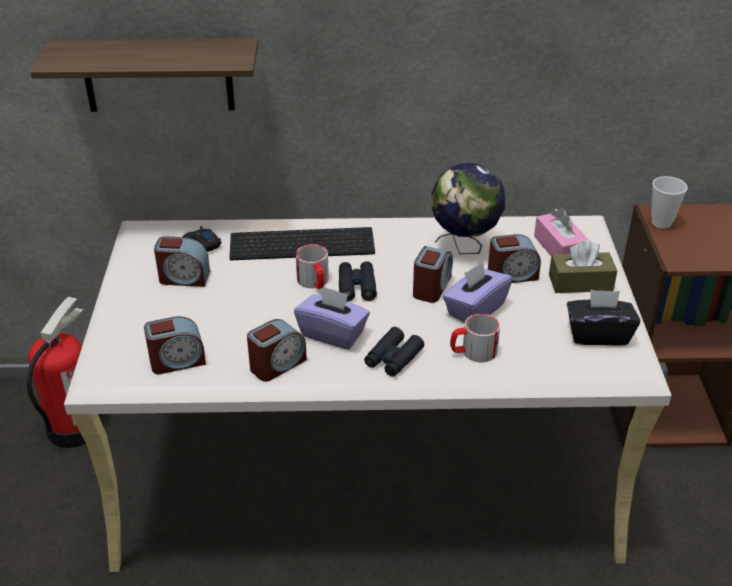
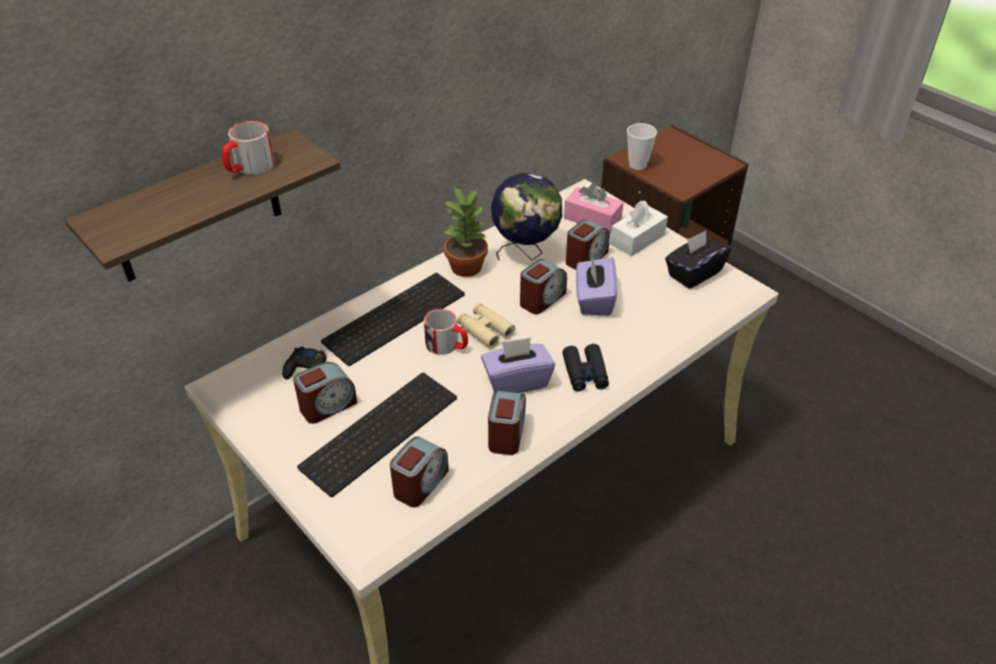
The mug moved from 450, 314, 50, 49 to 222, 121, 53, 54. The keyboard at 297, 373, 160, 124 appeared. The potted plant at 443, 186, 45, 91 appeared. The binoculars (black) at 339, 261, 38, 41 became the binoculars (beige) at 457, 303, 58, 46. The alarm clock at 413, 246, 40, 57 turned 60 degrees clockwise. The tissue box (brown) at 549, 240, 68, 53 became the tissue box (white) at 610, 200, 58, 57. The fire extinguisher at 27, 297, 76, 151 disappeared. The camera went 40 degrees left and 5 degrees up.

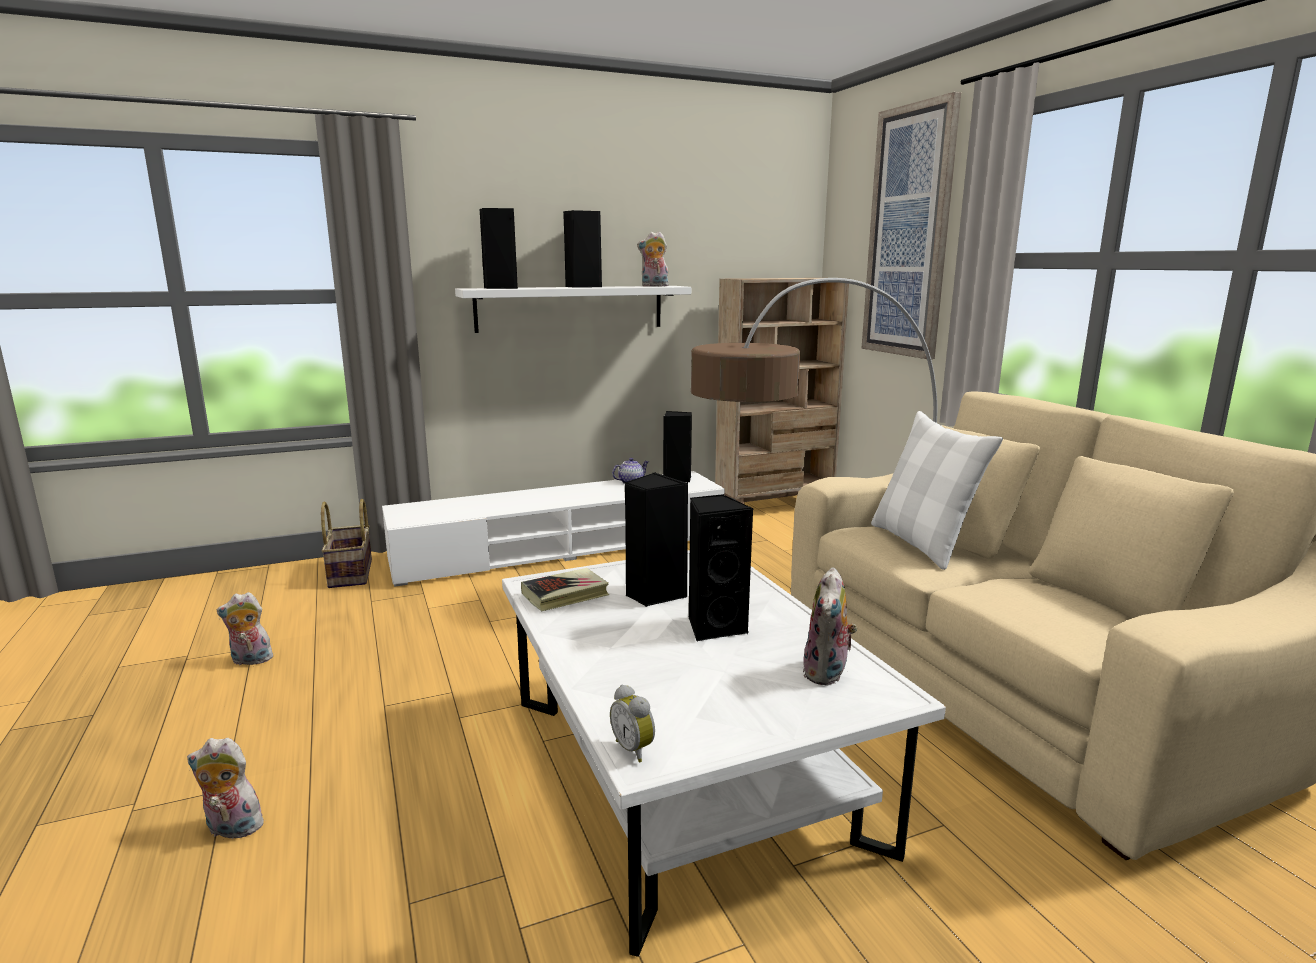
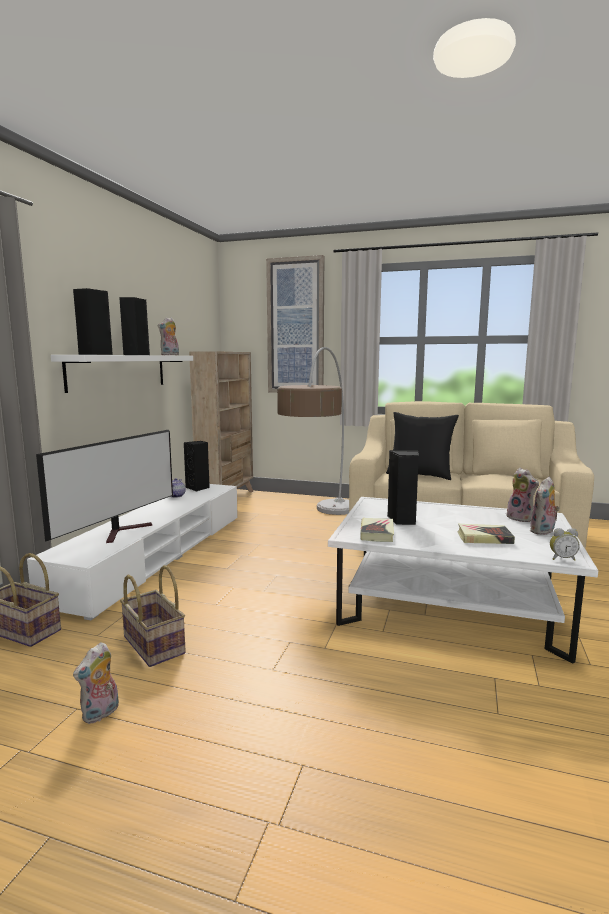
The television at 36, 430, 137, 113 appeared. The basket at 120, 565, 66, 102 appeared. The pillow (white) at 871, 411, 132, 159 became the pillow (black) at 386, 412, 73, 68. The book at 457, 524, 58, 20 appeared. The plush toy moved from 187, 738, 81, 101 to 530, 477, 30, 58. The speaker (black) at 689, 494, 64, 148 disappeared. The camera went 50 degrees left and 5 degrees down.

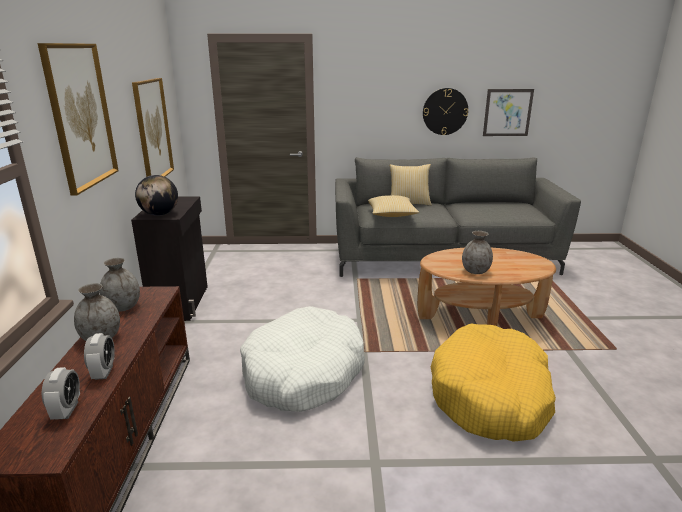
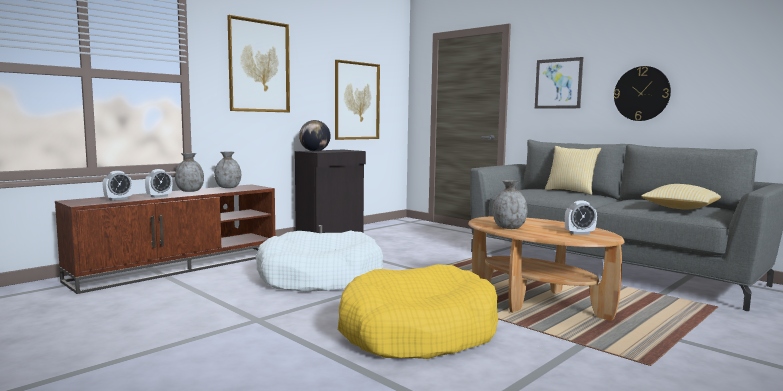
The picture moved from 483, 89, 51, 47 to 535, 57, 48, 52. The alarm clock at 565, 200, 32, 35 appeared. The pillow moved from 368, 195, 51, 22 to 641, 184, 80, 25. The camera went 45 degrees right and 15 degrees down.

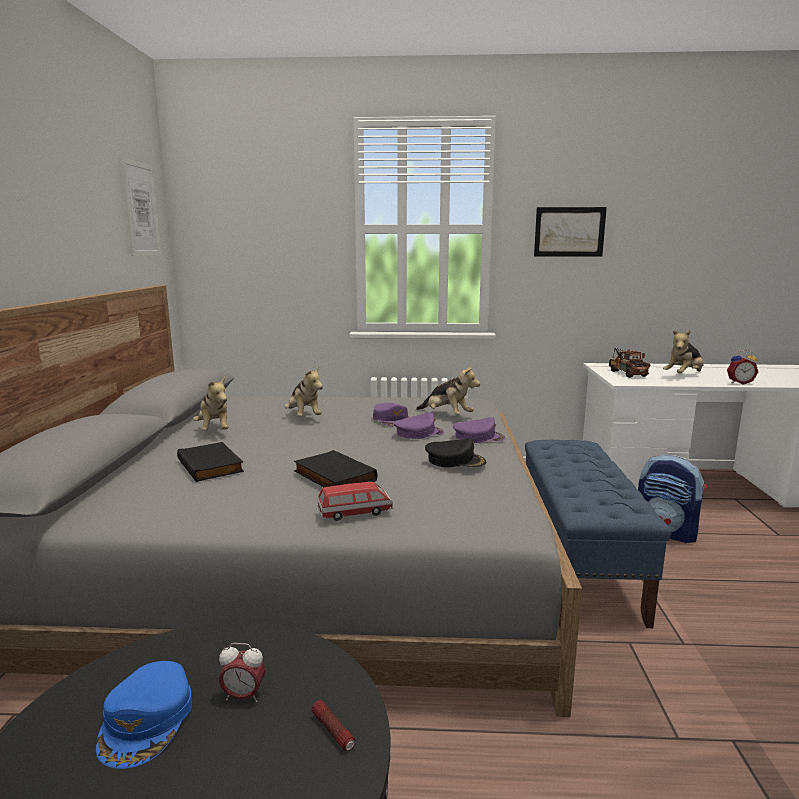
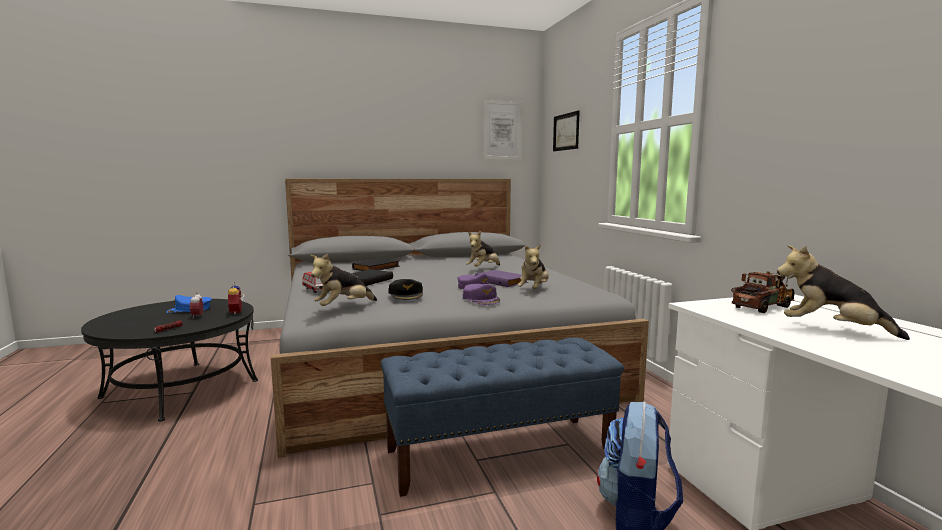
The alarm clock moved from 727, 350, 31, 35 to 228, 281, 17, 34. The plush toy moved from 193, 377, 35, 54 to 310, 253, 67, 53. The cap (purple) at 373, 403, 36, 24 was replaced by the book (purple) at 475, 270, 53, 17. The picture moved from 534, 207, 73, 49 to 553, 110, 27, 41. The camera went 70 degrees right and 5 degrees down.

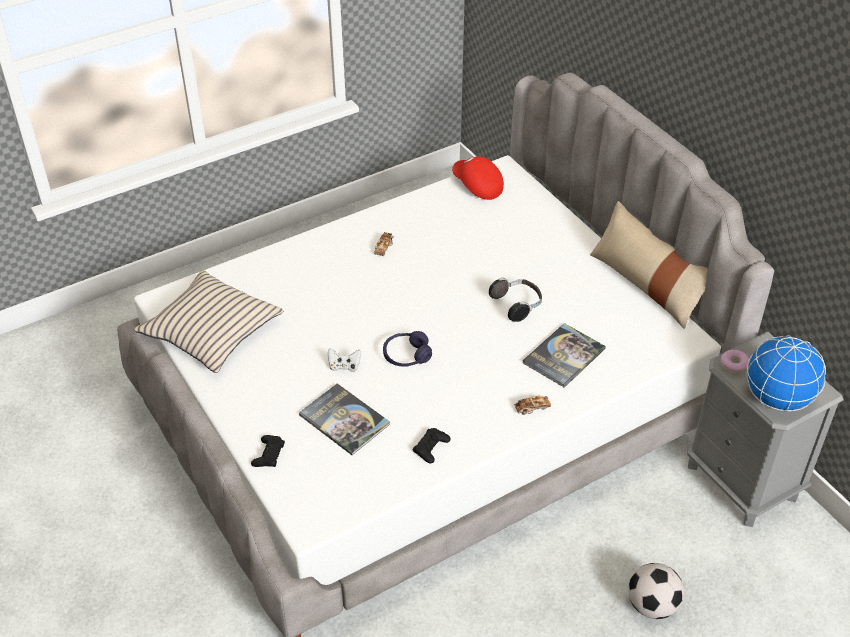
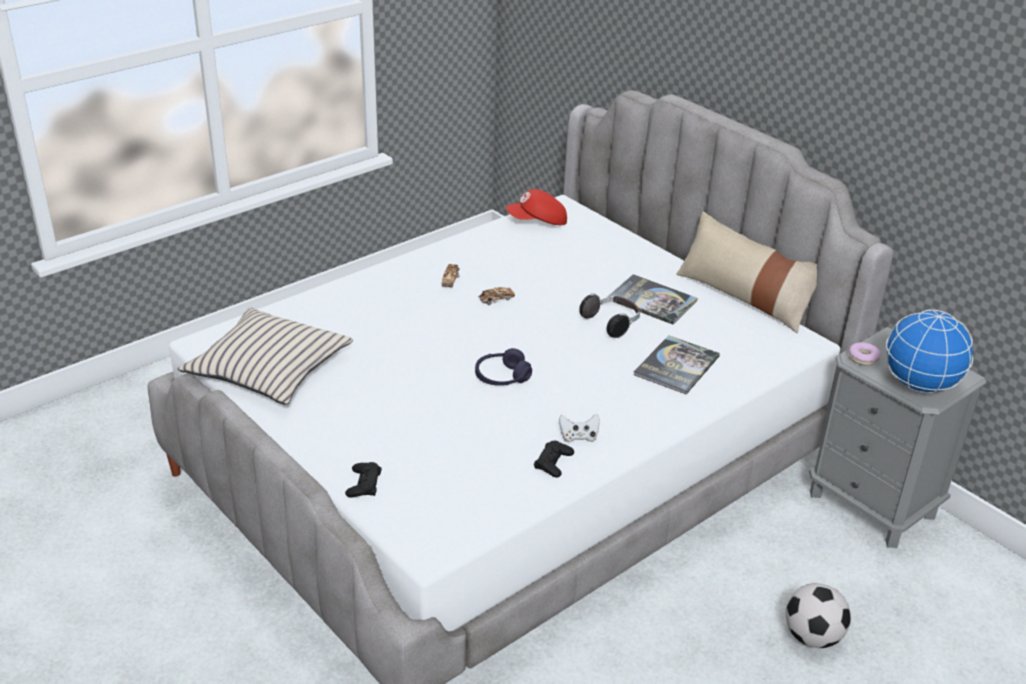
The toy car moved from 514, 396, 37, 19 to 478, 287, 37, 18. The cap (red) at 452, 156, 52, 44 turned 45 degrees counterclockwise. The game controller (white) moved from 328, 348, 33, 24 to 559, 414, 41, 28. The book moved from 299, 383, 91, 72 to 608, 274, 90, 51. The camera went 10 degrees left and 10 degrees down.

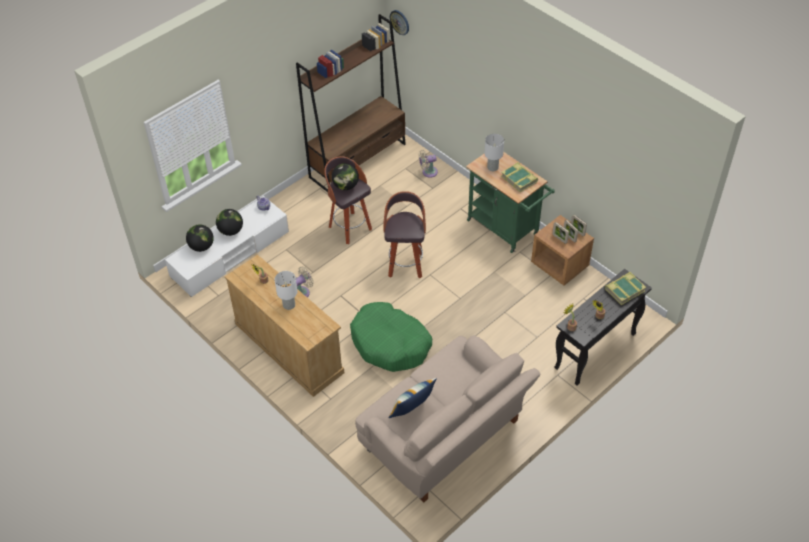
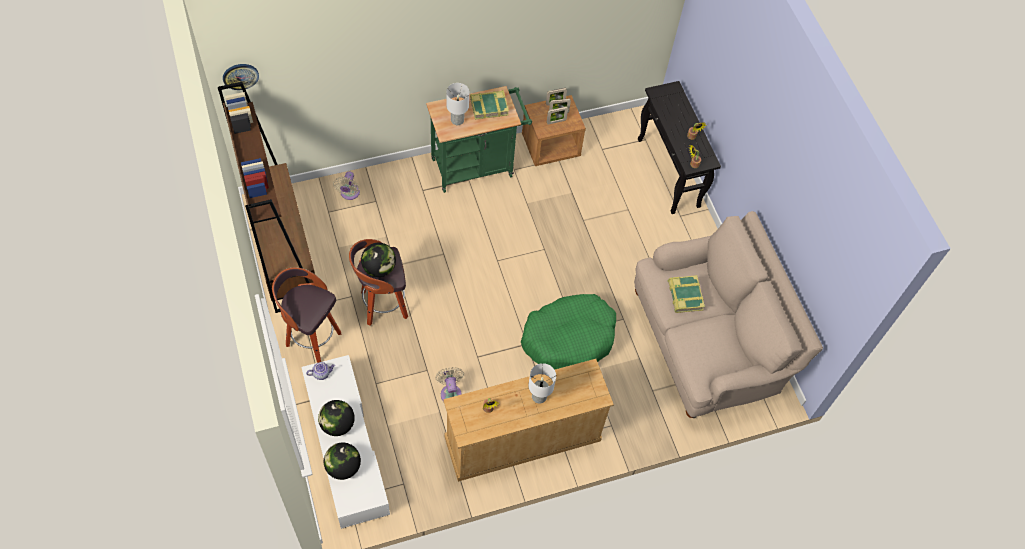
The stool moved from 383, 191, 43, 87 to 272, 267, 70, 96. The book moved from 605, 272, 41, 33 to 668, 275, 37, 38. The pillow at 389, 378, 48, 40 disappeared. The camera went 70 degrees left and 10 degrees up.

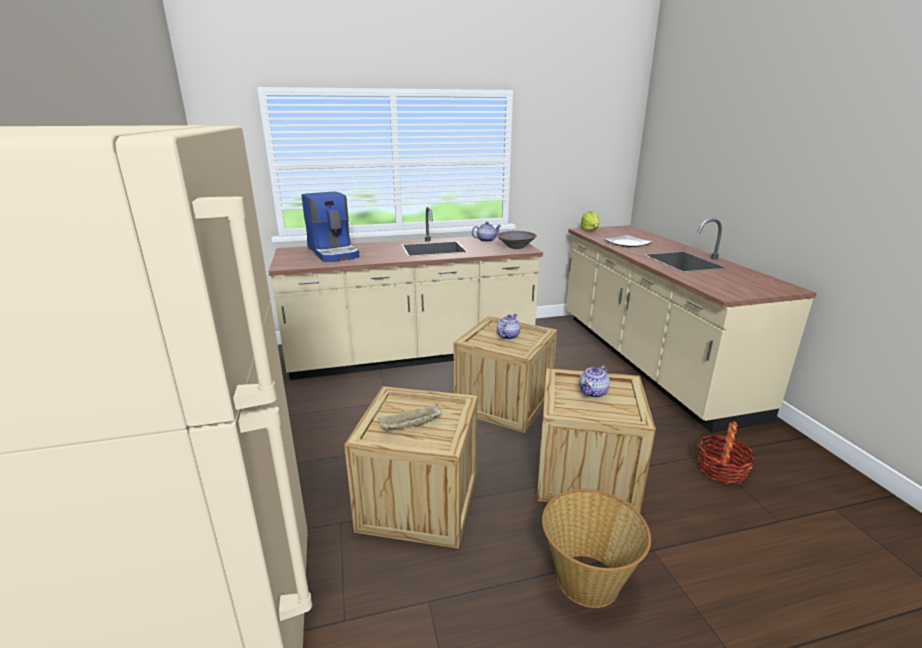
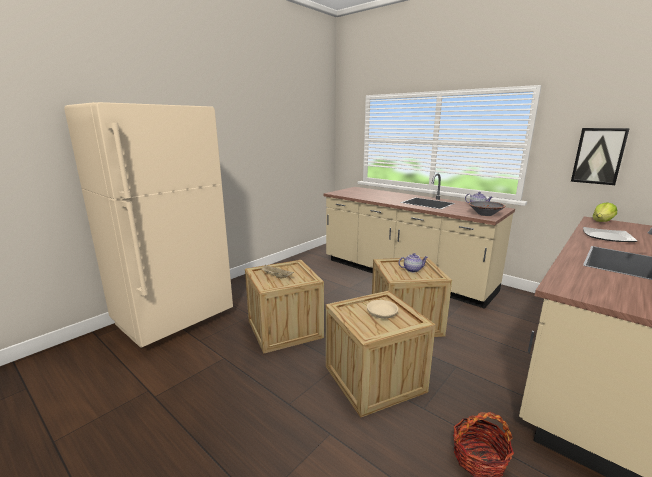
The teapot at 579, 365, 31, 33 was replaced by the bowl (beige) at 367, 300, 31, 19. The picture at 571, 128, 59, 57 appeared. The coffee machine at 302, 191, 57, 71 disappeared. The basket at 542, 489, 109, 119 disappeared. The camera went 55 degrees right and 5 degrees down.

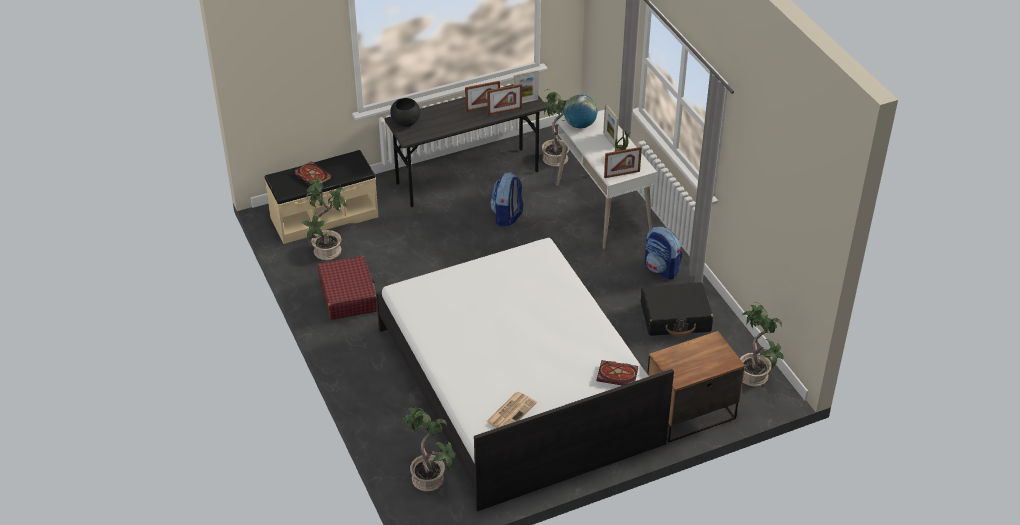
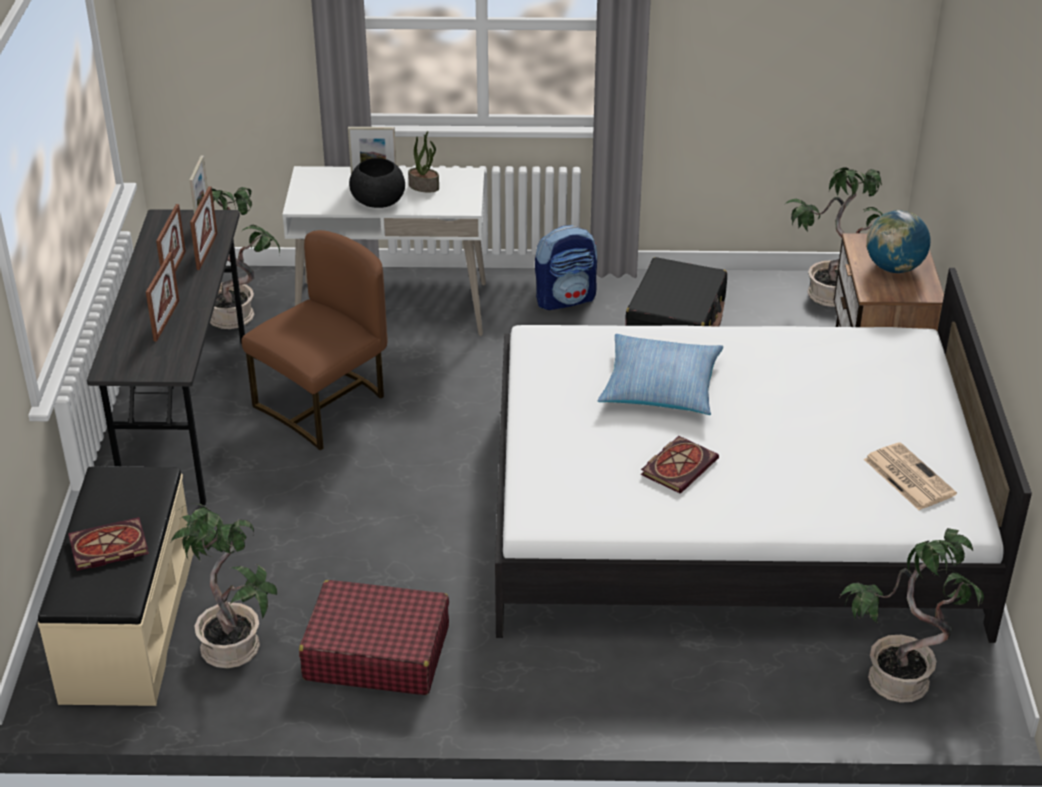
The picture frame moved from 604, 147, 38, 31 to 146, 252, 33, 90. The backpack at 490, 172, 33, 54 was replaced by the chair (brown) at 242, 230, 145, 220. The bowl (black) moved from 390, 98, 30, 29 to 349, 158, 56, 50. The pillow at 598, 334, 125, 81 appeared. The book moved from 597, 360, 41, 26 to 641, 436, 78, 58. The globe moved from 564, 95, 34, 33 to 866, 210, 64, 63. The camera went 65 degrees left and 5 degrees down.

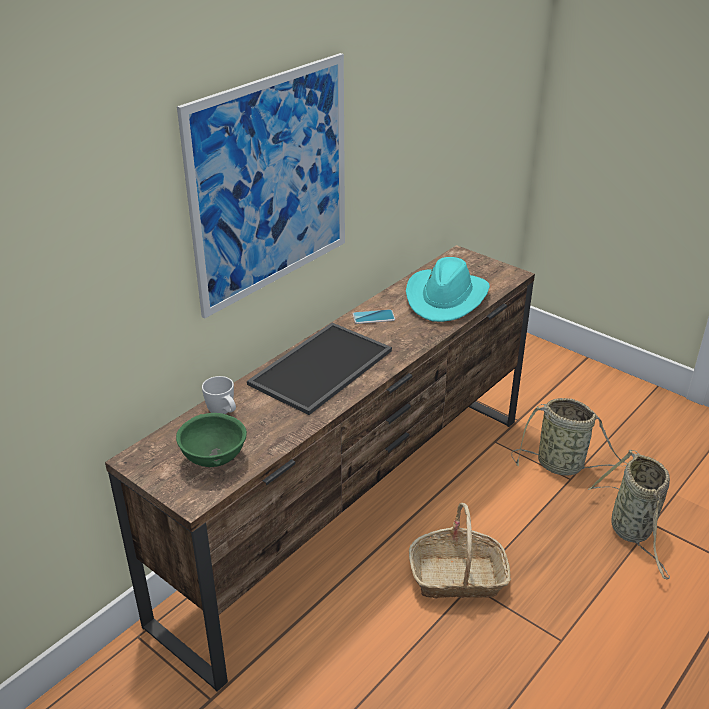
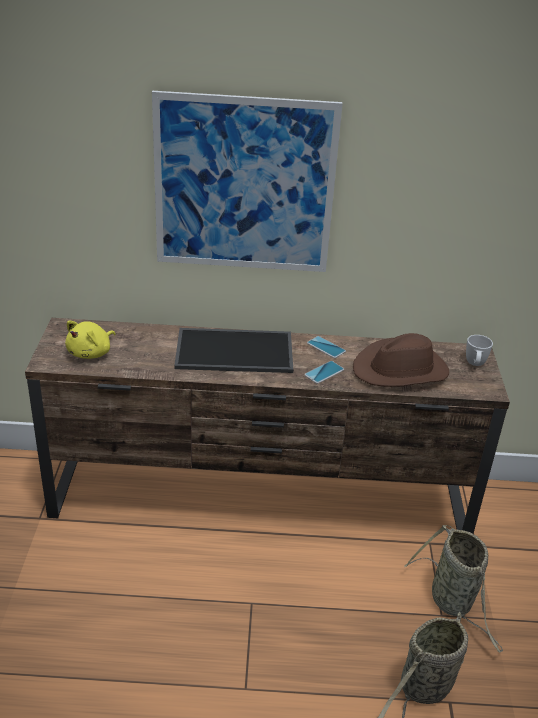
The bowl (green) at 176, 413, 71, 54 was replaced by the plush toy (yellow) at 65, 321, 50, 38. The phone at 305, 361, 39, 23 appeared. The hat (turquoise) at 406, 257, 84, 65 became the hat (brown) at 353, 333, 96, 54. The mug (white) moved from 202, 376, 34, 38 to 466, 335, 27, 31. The basket at 409, 503, 102, 95 disappeared. The camera went 50 degrees right and 0 degrees up.

